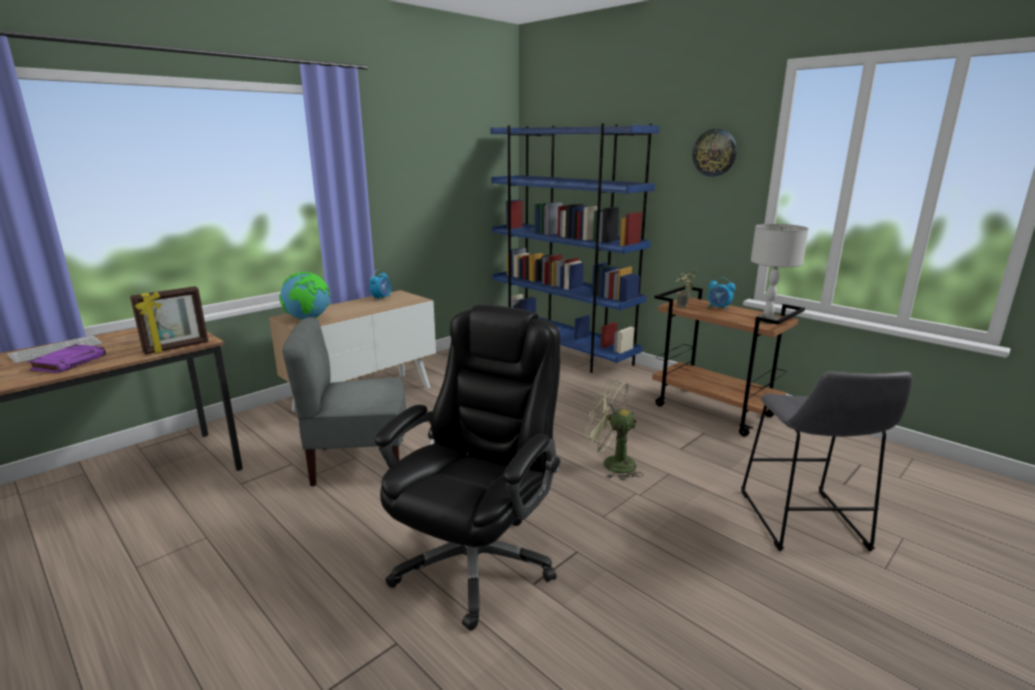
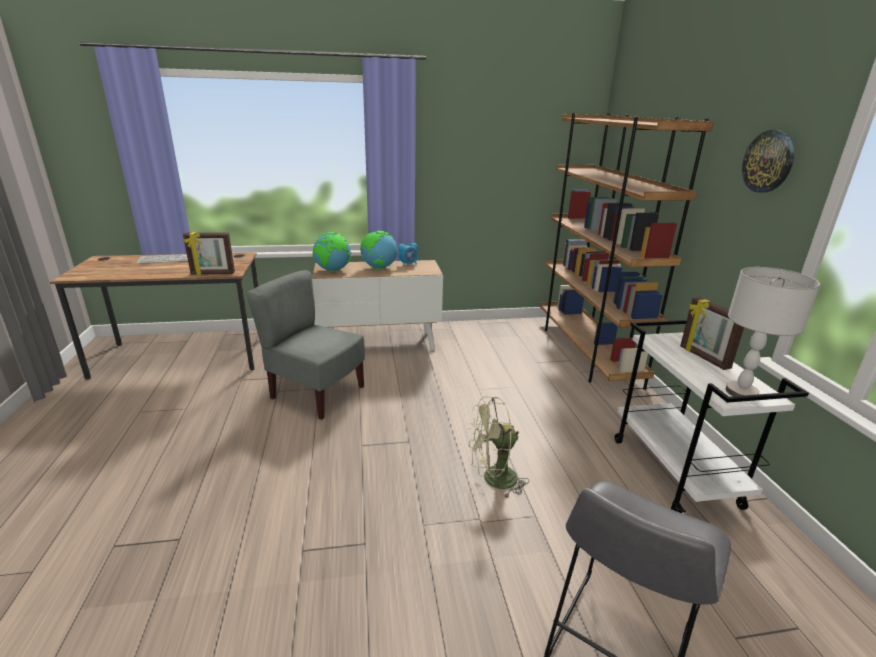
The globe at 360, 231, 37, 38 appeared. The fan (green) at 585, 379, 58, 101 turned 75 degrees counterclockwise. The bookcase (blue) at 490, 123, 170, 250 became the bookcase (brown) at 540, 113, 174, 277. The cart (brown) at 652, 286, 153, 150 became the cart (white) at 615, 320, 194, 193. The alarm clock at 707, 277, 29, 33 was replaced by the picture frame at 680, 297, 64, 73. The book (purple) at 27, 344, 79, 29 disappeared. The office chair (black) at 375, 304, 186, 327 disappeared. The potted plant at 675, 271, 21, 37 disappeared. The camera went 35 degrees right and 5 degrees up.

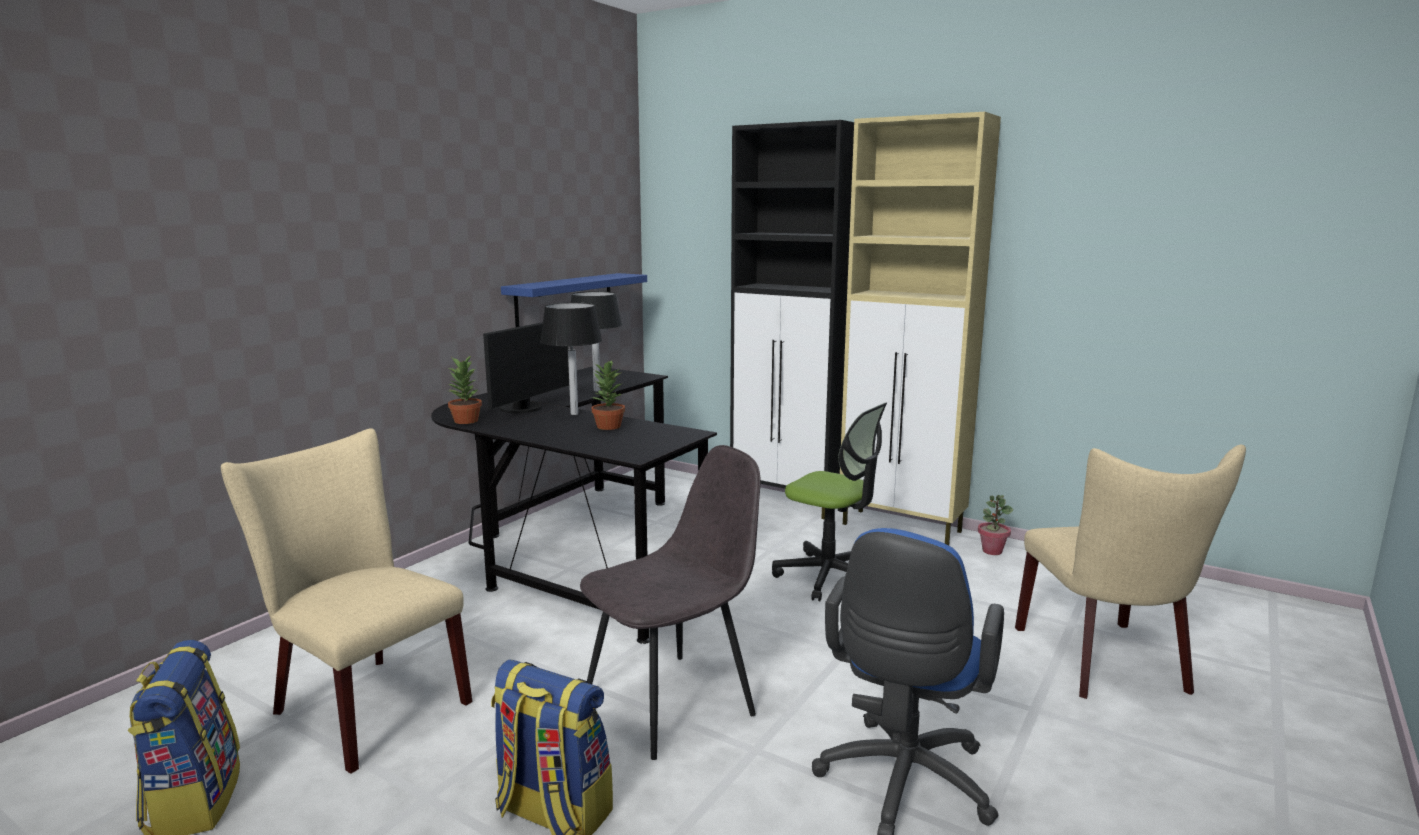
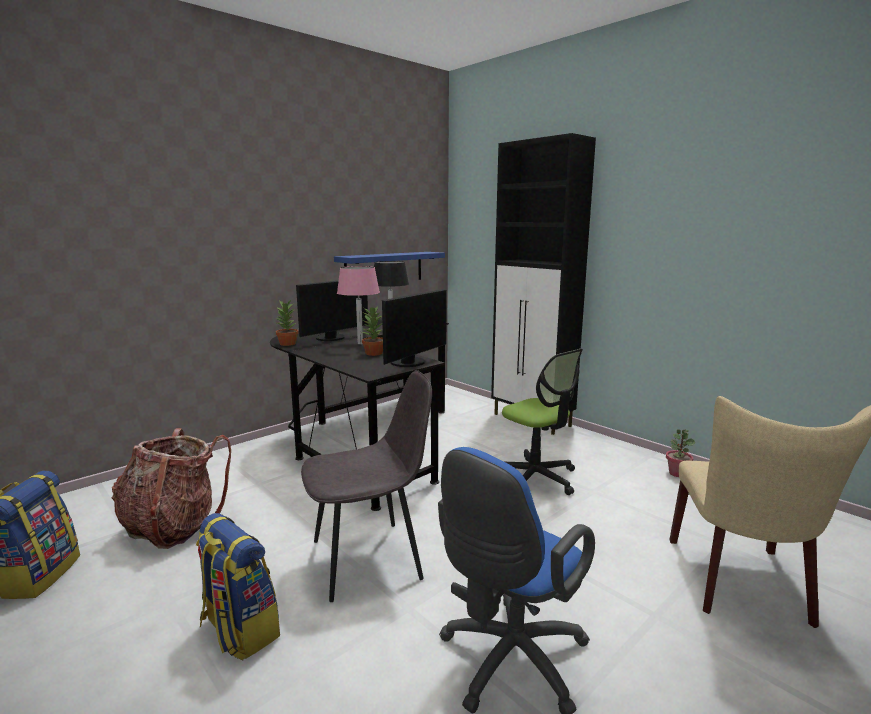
The chair (beige) at 221, 428, 251, 346 was replaced by the backpack at 112, 428, 119, 121. The table lamp (black) at 540, 303, 62, 112 became the table lamp (pink) at 337, 266, 43, 79. The monitor at 382, 289, 65, 78 appeared. The cabinet (beige) at 840, 112, 161, 433 disappeared. The camera went 15 degrees right and 0 degrees up.

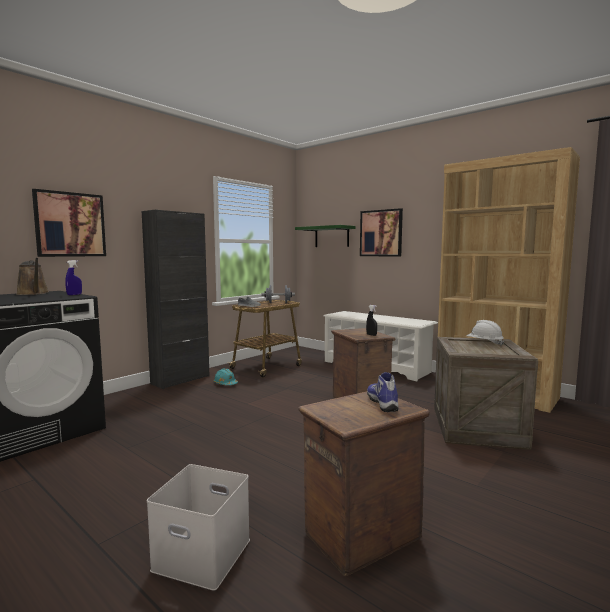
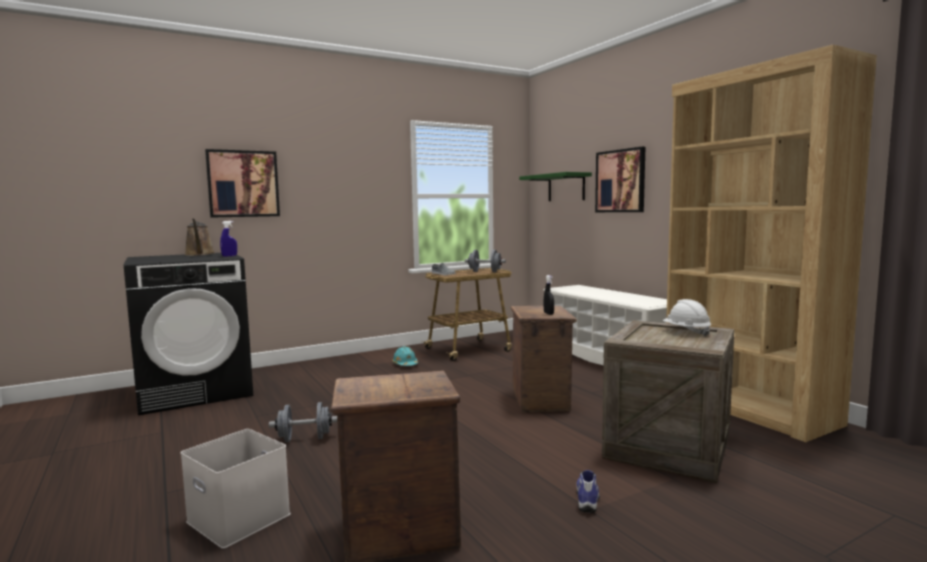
The dumbbell (grey) at 269, 402, 68, 40 appeared. The shoe moved from 367, 372, 31, 40 to 577, 470, 23, 43. The cabinet (black) at 142, 210, 67, 179 disappeared. The camera went 20 degrees right and 0 degrees up.

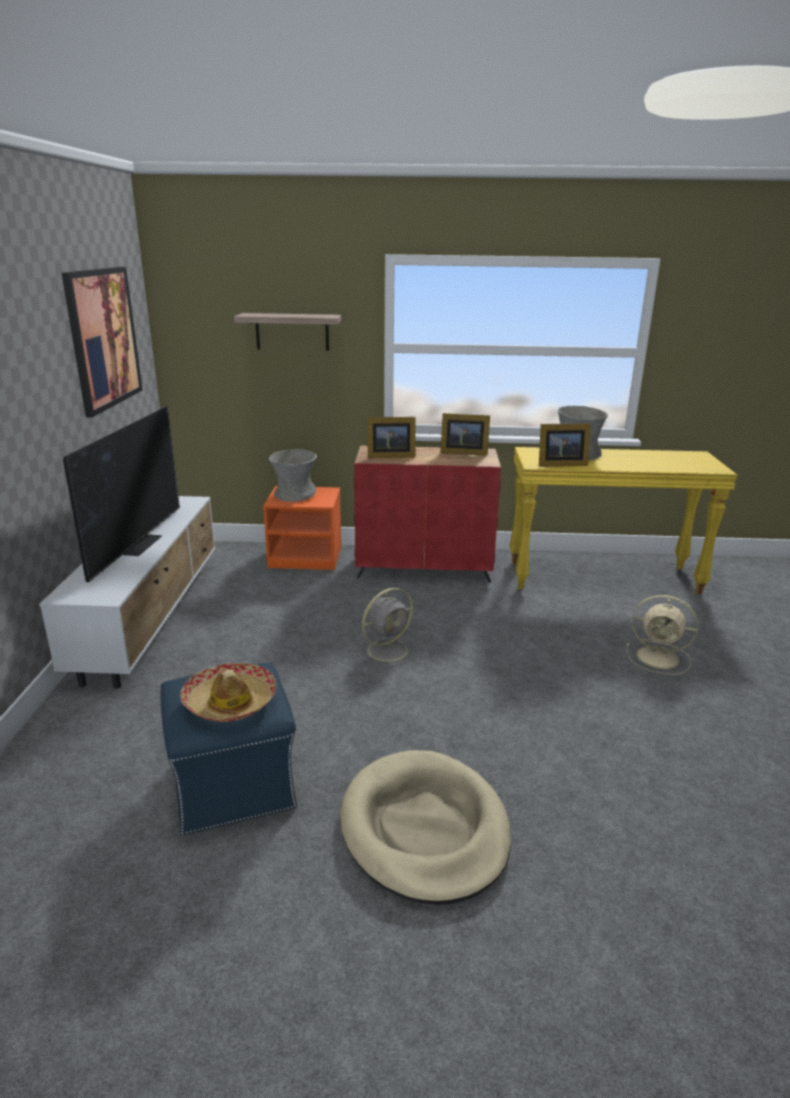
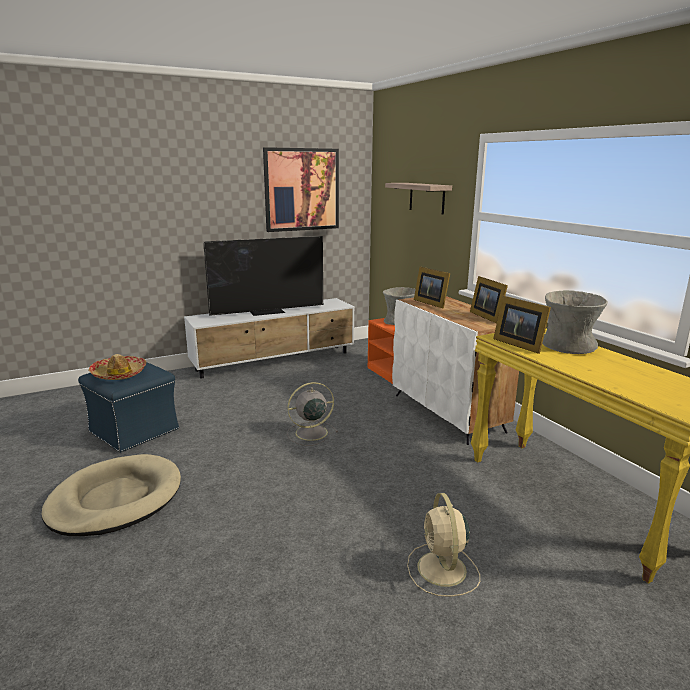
The fan (grey) at 355, 588, 64, 79 turned 135 degrees clockwise. The cabinet (red) at 354, 446, 147, 136 became the cabinet (white) at 392, 296, 127, 149. The camera went 60 degrees right and 5 degrees down.

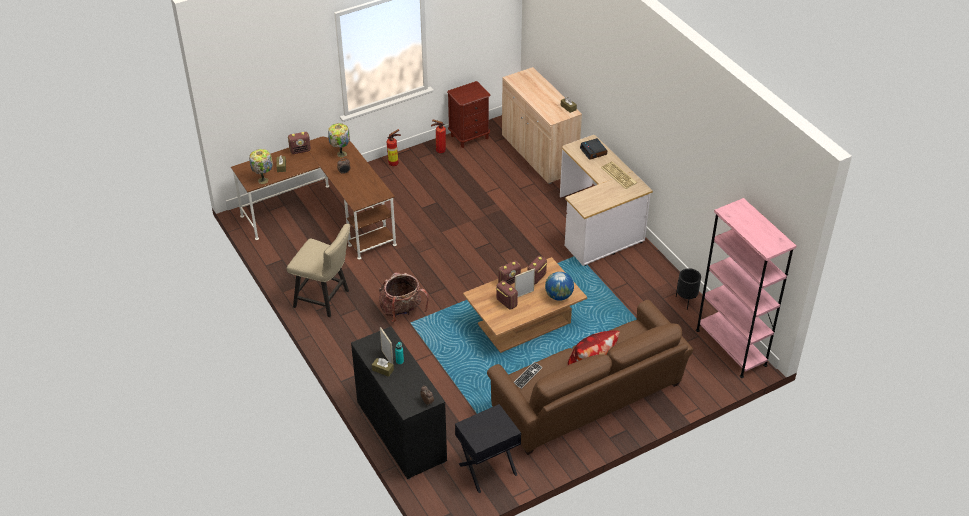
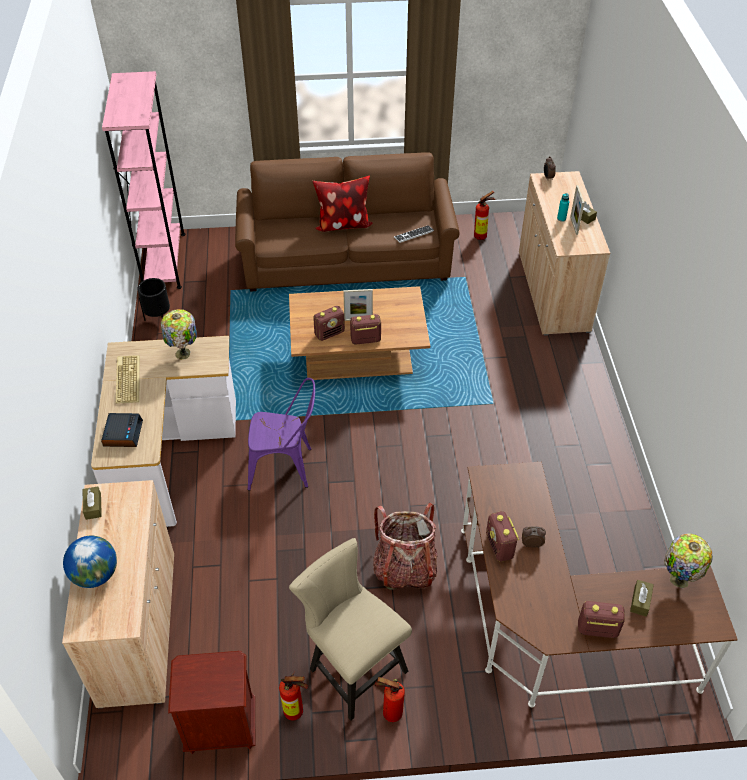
The globe moved from 545, 272, 29, 29 to 63, 536, 54, 52. The table lamp moved from 328, 123, 22, 34 to 161, 309, 36, 51. The chair (purple) at 248, 378, 67, 113 appeared. The chair (beige) moved from 287, 224, 63, 93 to 289, 538, 123, 183. The backpack moved from 379, 273, 50, 50 to 373, 503, 64, 87. The side table (black) at 455, 404, 66, 89 was replaced by the fire extinguisher at 474, 191, 21, 49. The radio moved from 496, 281, 22, 29 to 486, 511, 33, 51. The cabinet (black) at 351, 327, 96, 152 became the cabinet (beige) at 519, 171, 91, 165. The camera went 155 degrees left and 5 degrees up.

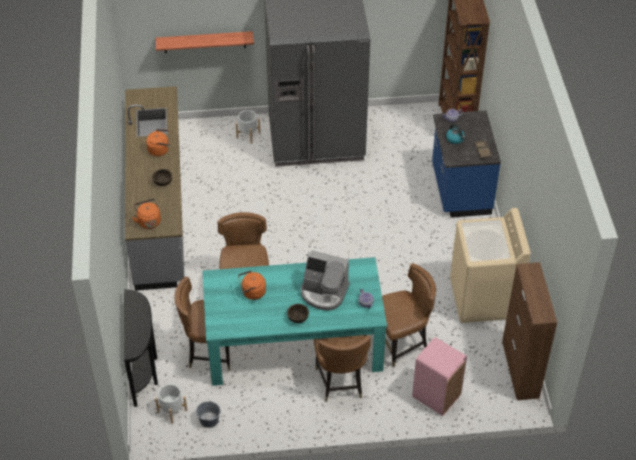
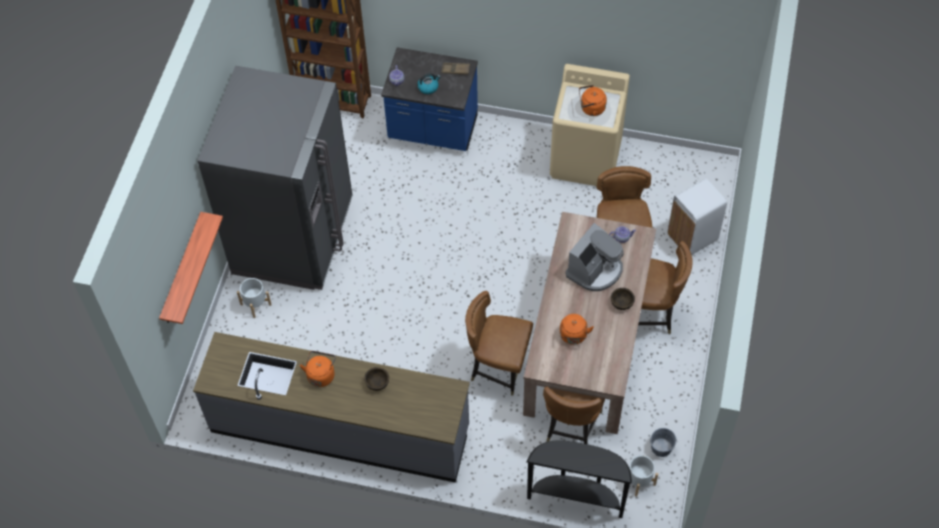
The dining table (turquoise) at 202, 257, 185, 129 became the dining table (beige) at 523, 212, 133, 222. The kettle (orange) moved from 132, 199, 29, 30 to 579, 85, 28, 31. The trash can (pink) at 412, 337, 55, 79 became the trash can (white) at 667, 178, 60, 77. The cabinet (brown) at 502, 262, 55, 138 disappeared. The camera went 70 degrees left and 10 degrees up.

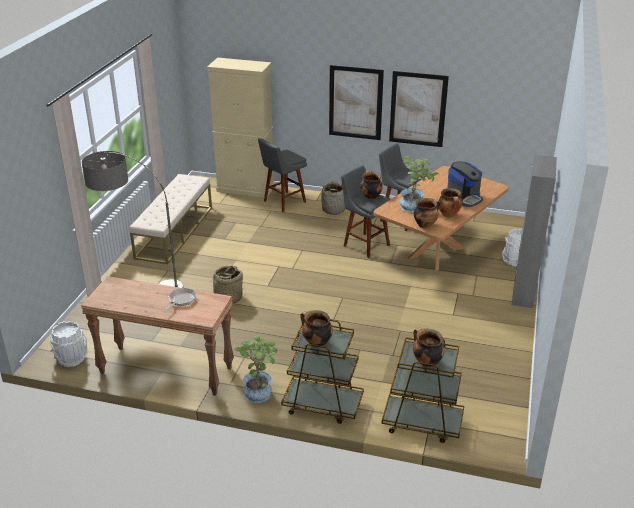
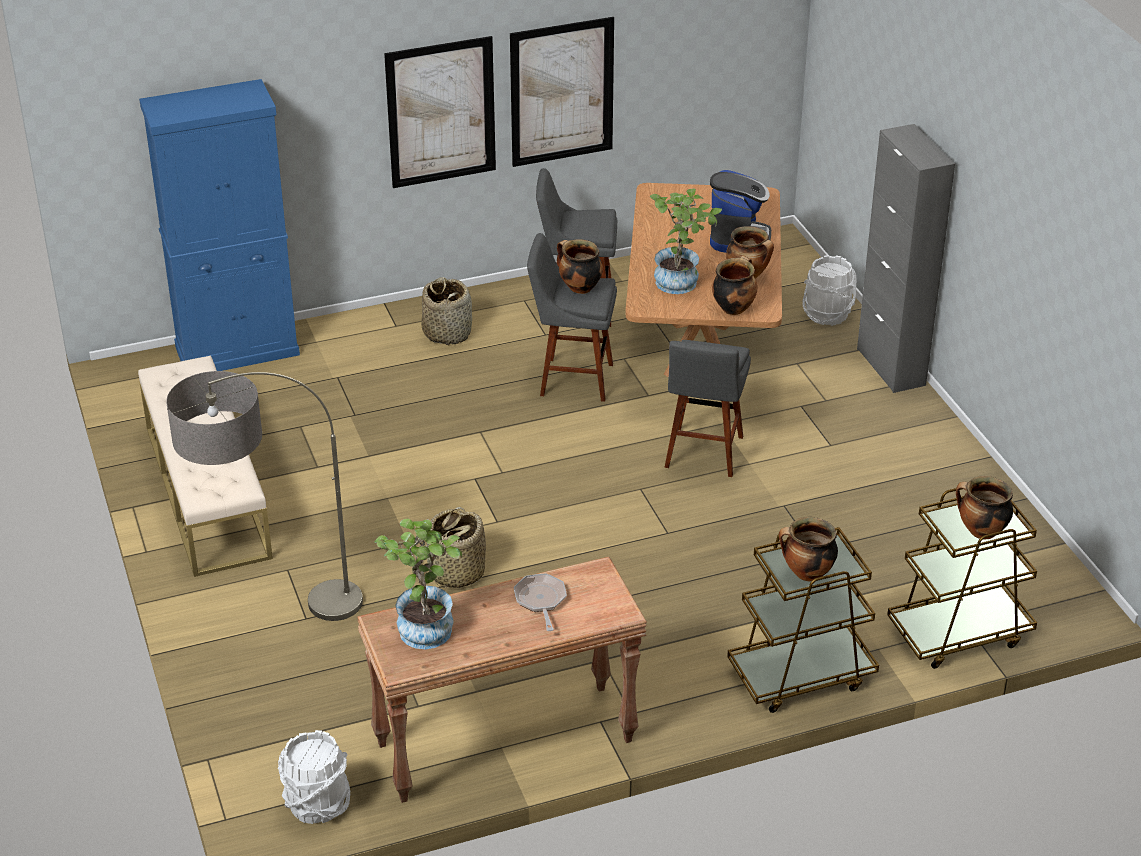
The cabinet (beige) at 207, 58, 68, 140 became the cabinet (blue) at 139, 79, 161, 292. The potted plant moved from 235, 335, 42, 68 to 374, 518, 88, 131. The stool (grey) moved from 258, 138, 49, 74 to 665, 340, 86, 137. The camera went 35 degrees left and 5 degrees up.

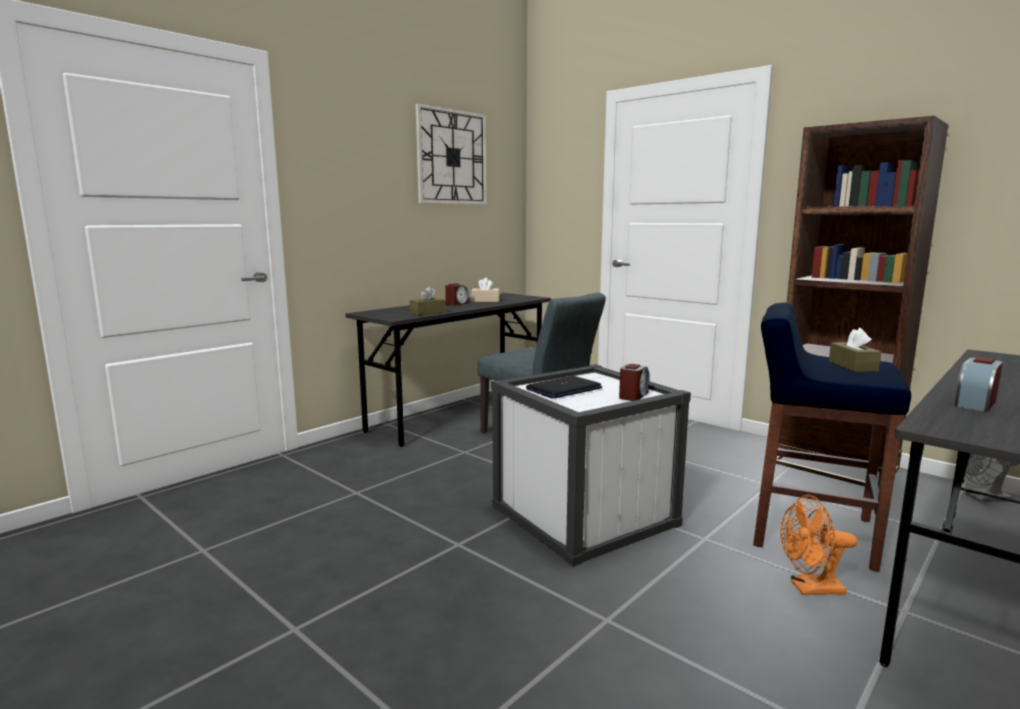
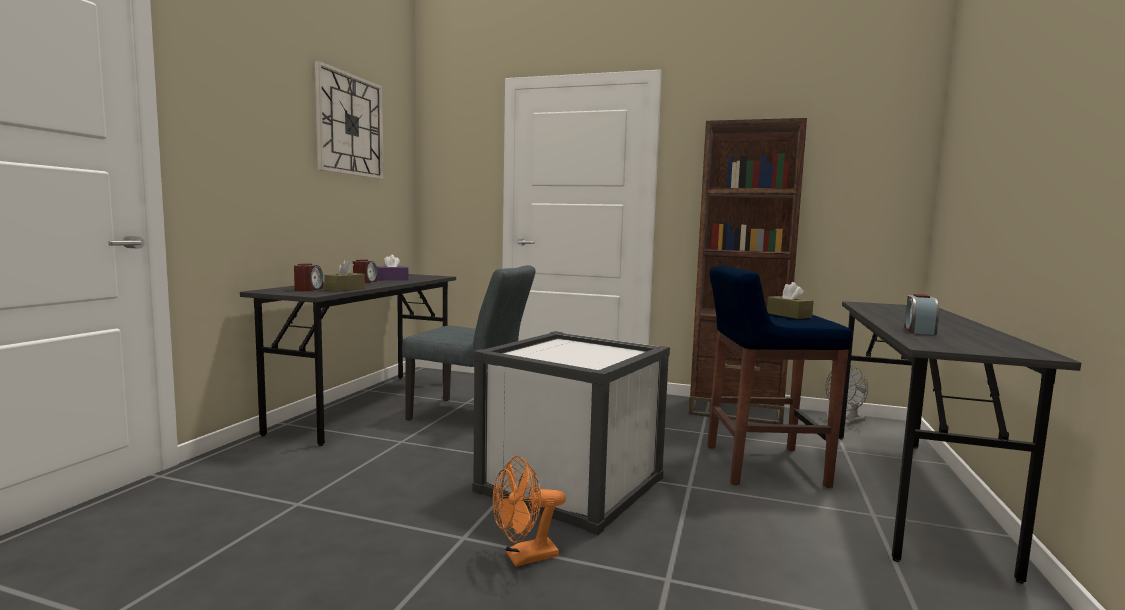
The alarm clock moved from 619, 364, 31, 37 to 294, 263, 29, 28. The tissue box (beige) at 471, 278, 29, 24 became the tissue box (purple) at 377, 255, 32, 25. The fan (orange) moved from 780, 495, 77, 100 to 493, 456, 73, 111. The laptop at 526, 376, 76, 23 disappeared. The camera went 25 degrees left and 5 degrees down.

